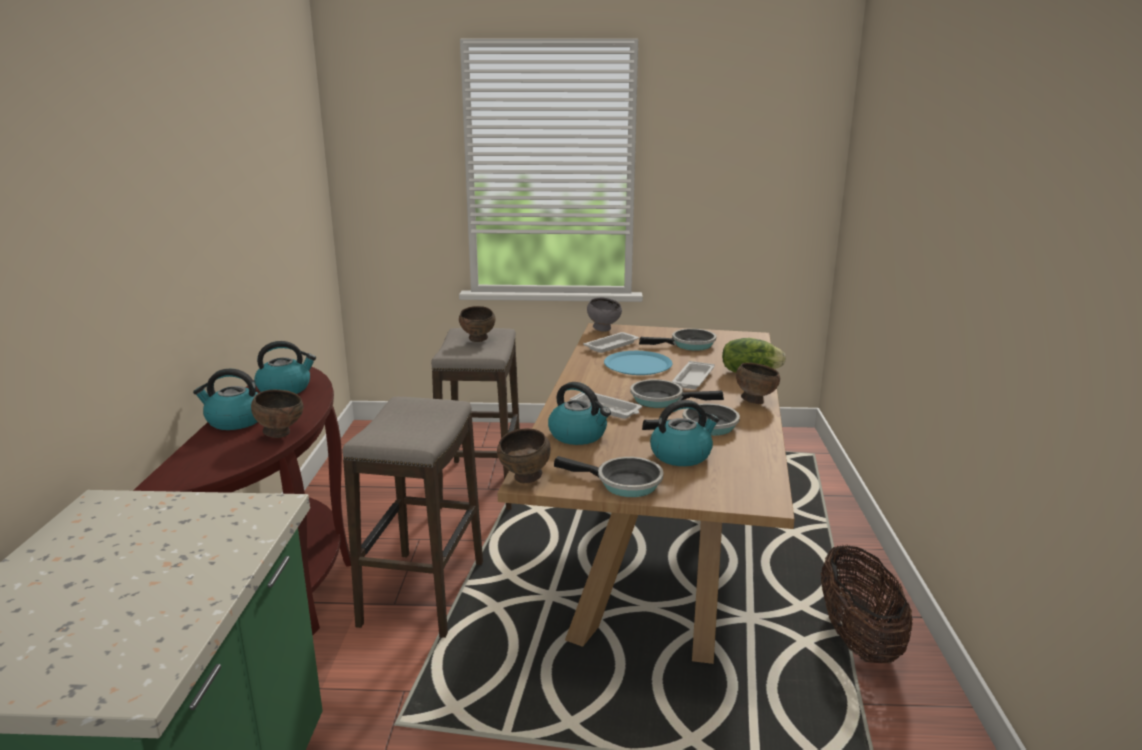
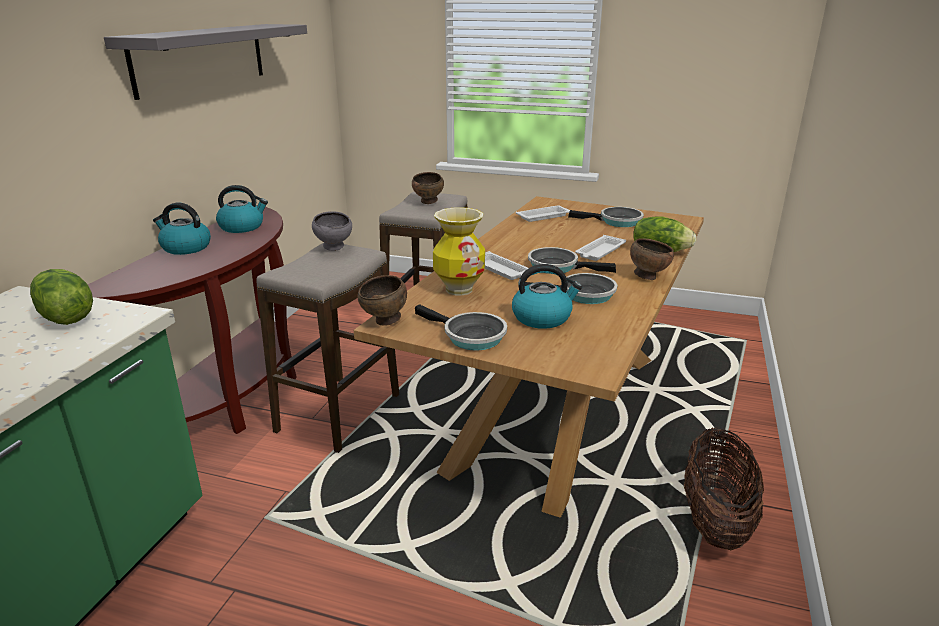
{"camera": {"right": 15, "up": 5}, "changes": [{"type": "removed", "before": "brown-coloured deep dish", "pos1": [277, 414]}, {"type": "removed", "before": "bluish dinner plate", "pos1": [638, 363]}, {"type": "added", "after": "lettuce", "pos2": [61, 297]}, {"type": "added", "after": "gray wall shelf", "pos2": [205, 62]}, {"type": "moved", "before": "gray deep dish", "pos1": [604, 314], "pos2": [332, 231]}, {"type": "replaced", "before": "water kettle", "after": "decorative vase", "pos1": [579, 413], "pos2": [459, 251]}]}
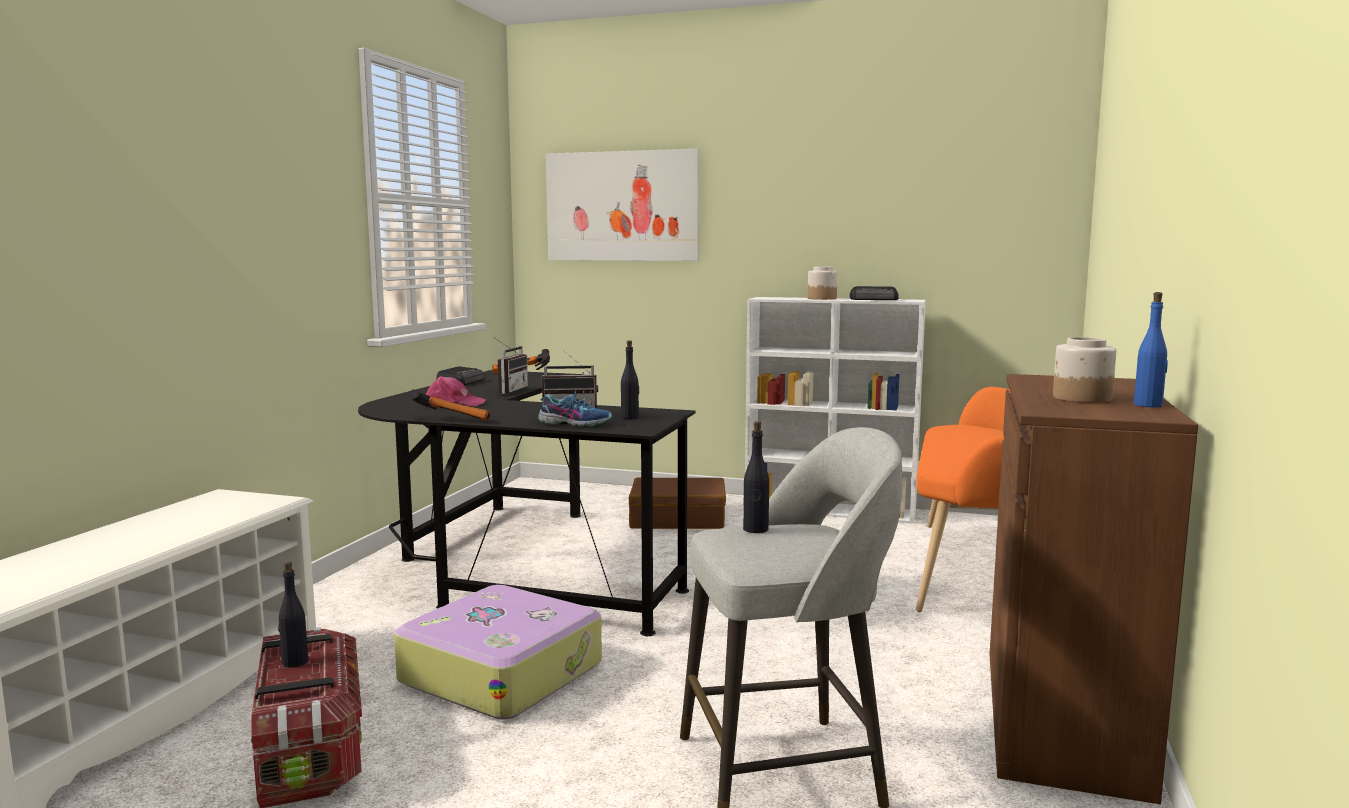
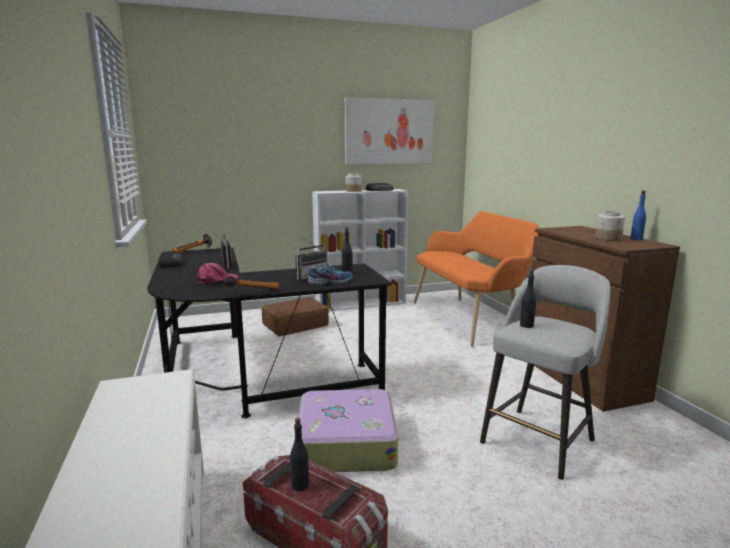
{"camera": {"right": -35, "up": 5}, "changes": [{"type": "moved", "before": "wall picture", "pos1": [623, 205], "pos2": [389, 130]}]}
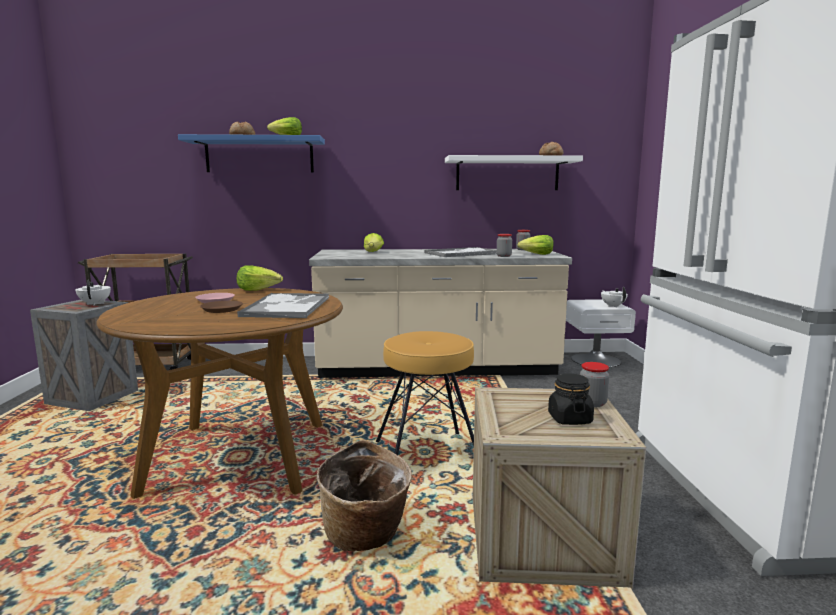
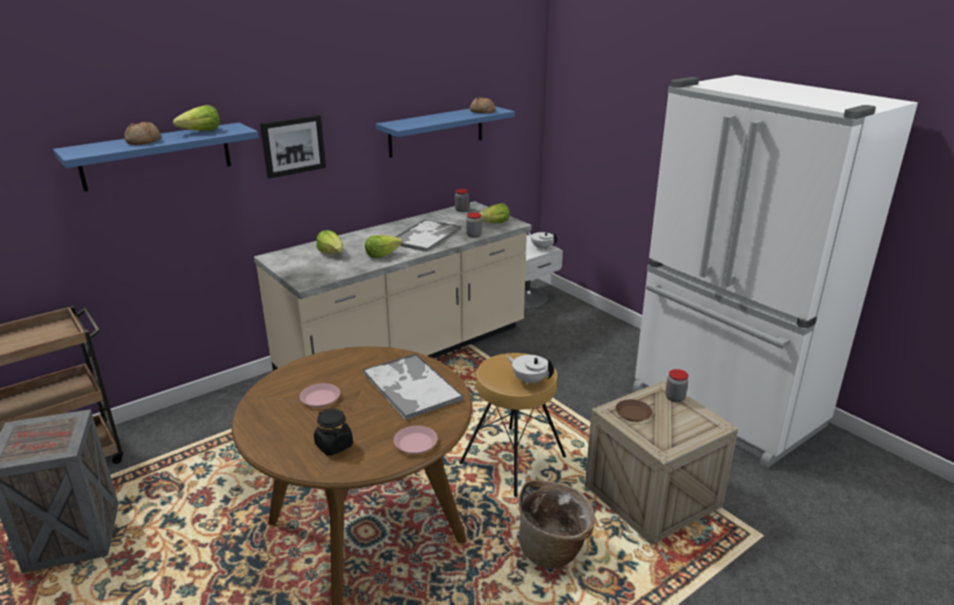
{"camera": {"right": -35, "up": 15}, "changes": [{"type": "added", "after": "wall picture", "pos2": [293, 147]}, {"type": "added", "after": "pink-coloured dinner plate", "pos2": [416, 440]}, {"type": "moved", "before": "white tea pot", "pos1": [93, 292], "pos2": [530, 370]}, {"type": "moved", "before": "brown-coloured dinner plate", "pos1": [221, 307], "pos2": [634, 410]}, {"type": "moved", "before": "lettuce", "pos1": [260, 278], "pos2": [384, 246]}, {"type": "moved", "before": "blackish storage jar", "pos1": [571, 399], "pos2": [333, 432]}, {"type": "recoloured", "before": "white wall shelf", "after": "bluish wall shelf", "pos1": [514, 172], "pos2": [445, 131]}]}
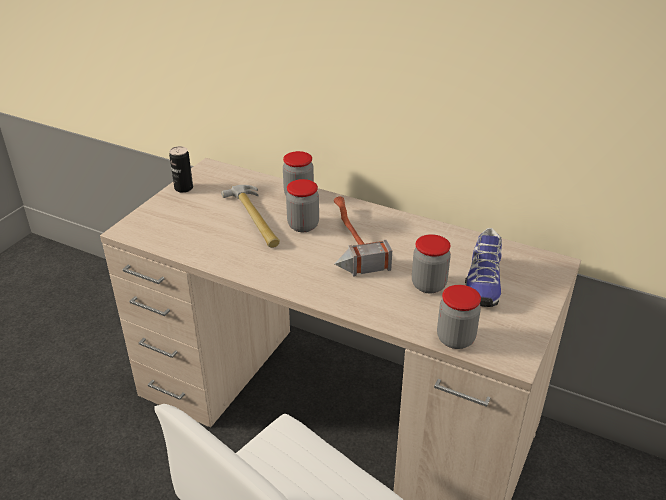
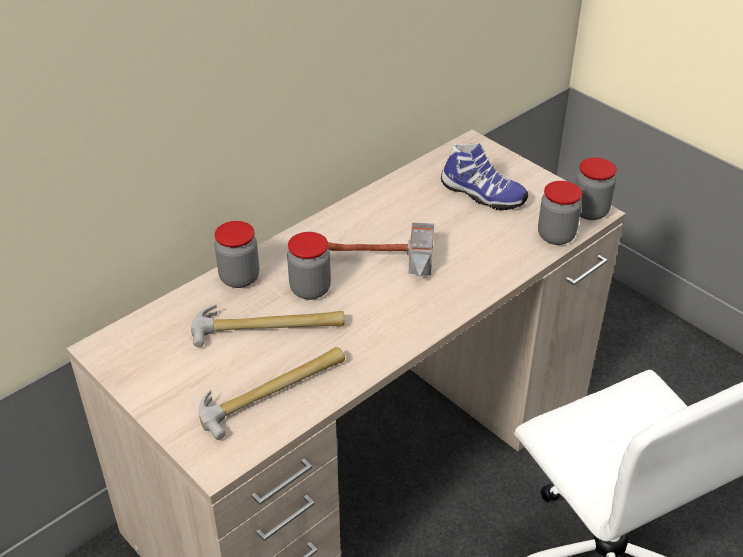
{"camera": {"right": -70, "up": 5}, "changes": [{"type": "removed", "before": "metal can", "pos1": [181, 169]}, {"type": "added", "after": "hand hammer", "pos2": [272, 393]}, {"type": "moved", "before": "storage jar", "pos1": [431, 264], "pos2": [596, 188]}]}
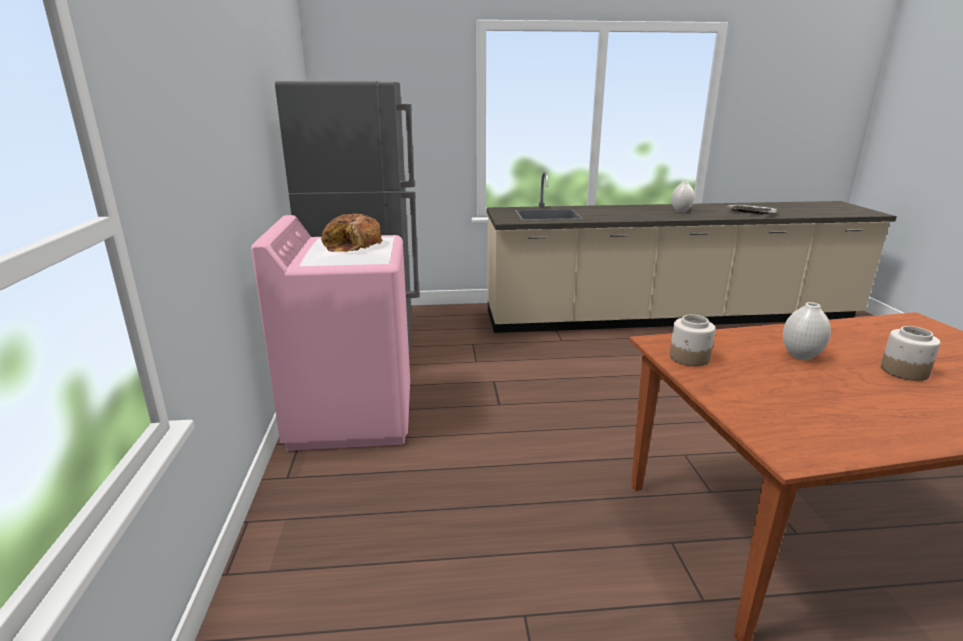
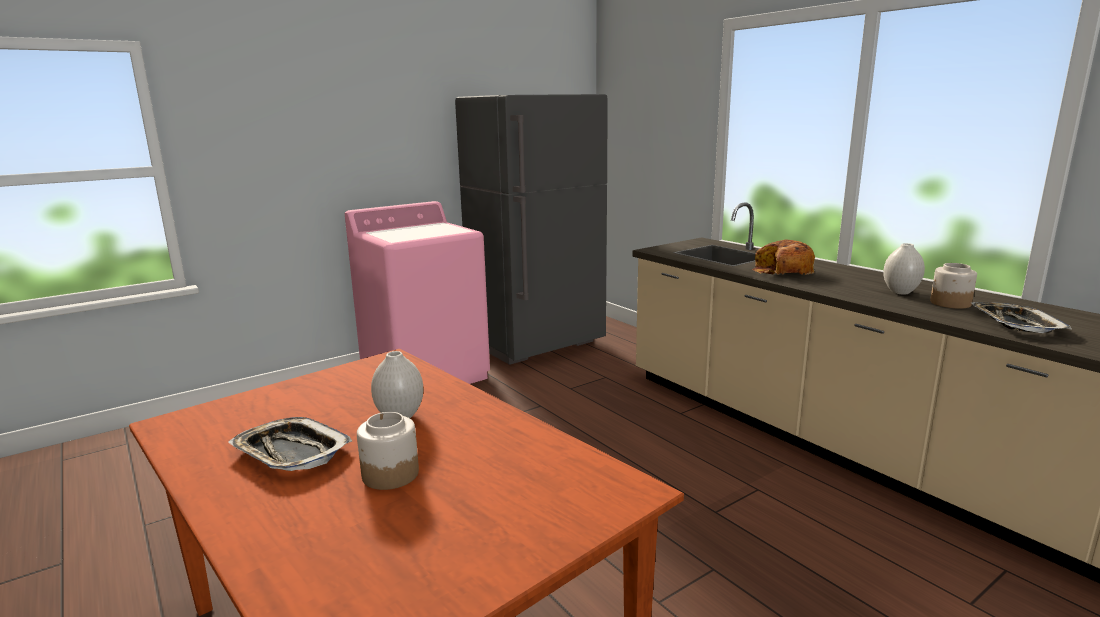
{"camera": {"right": 60, "up": -5}, "changes": [{"type": "added", "after": "tray", "pos2": [290, 444]}, {"type": "moved", "before": "baked bread", "pos1": [352, 233], "pos2": [783, 257]}, {"type": "moved", "before": "storage jar", "pos1": [692, 340], "pos2": [953, 286]}]}
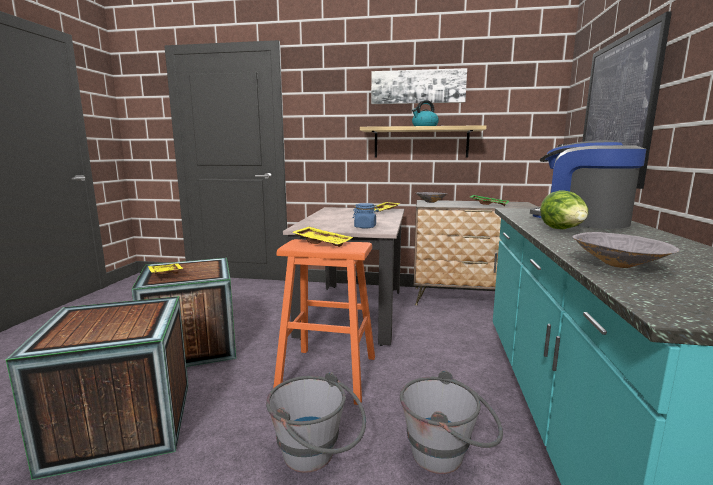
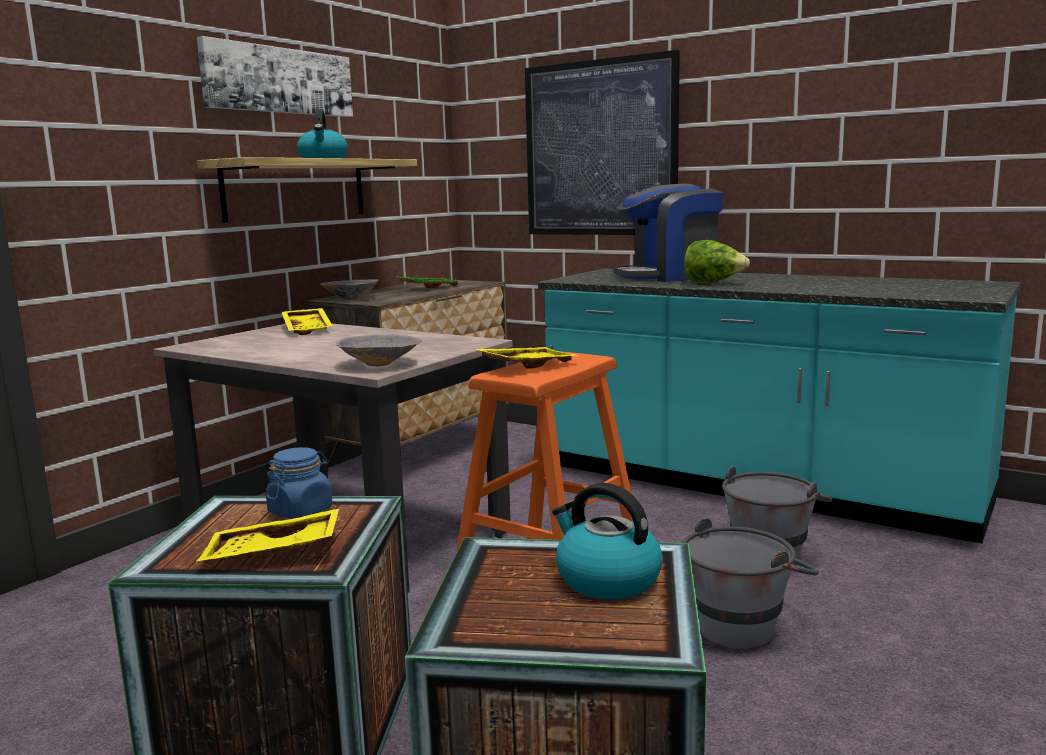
{"camera": {"right": -65, "up": 0}, "changes": [{"type": "added", "after": "water kettle", "pos2": [607, 541]}, {"type": "moved", "before": "bluish storage jar", "pos1": [366, 216], "pos2": [299, 483]}, {"type": "moved", "before": "gray deep dish", "pos1": [626, 250], "pos2": [378, 350]}]}
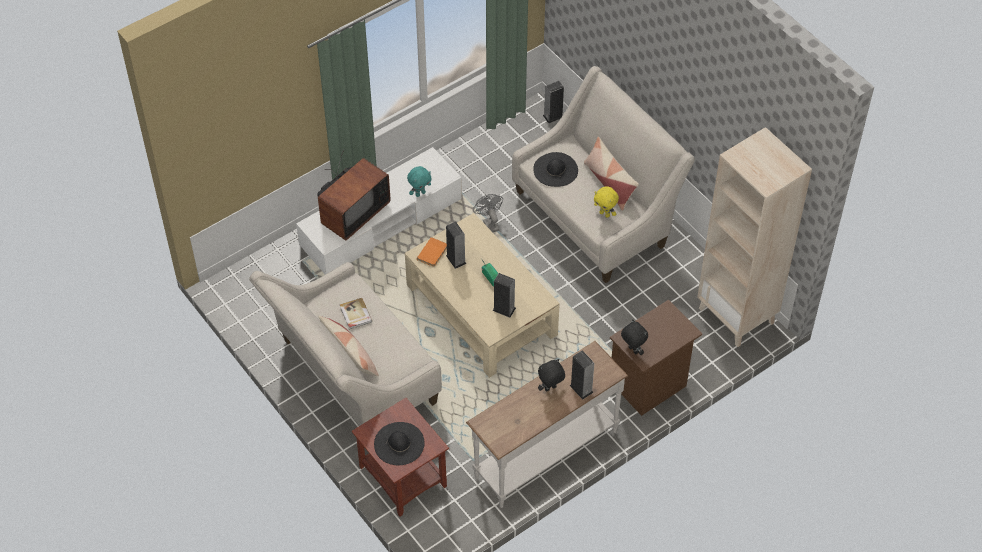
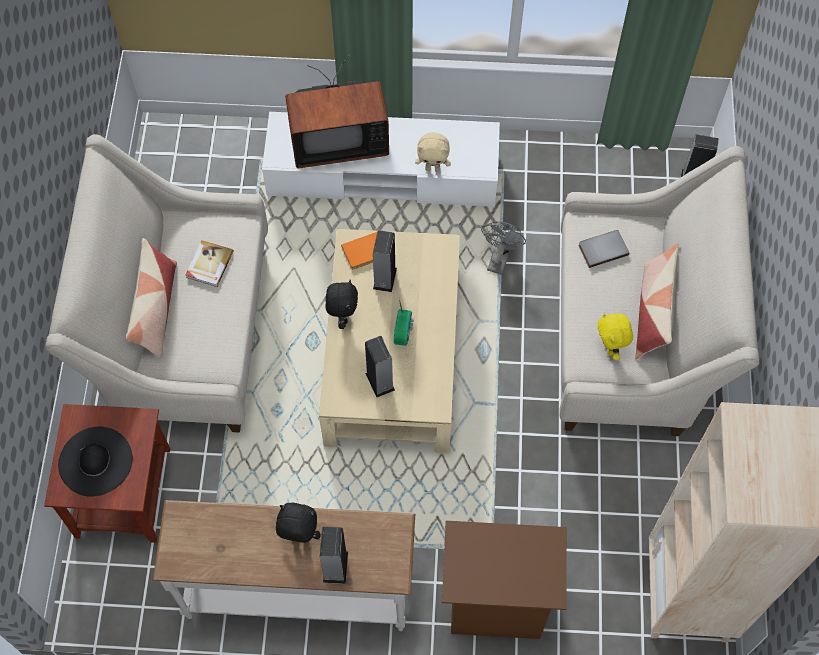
{"camera": {"right": 40, "up": 10}, "changes": [{"type": "moved", "before": "blackish soft toy", "pos1": [634, 337], "pos2": [342, 304]}, {"type": "replaced", "before": "blackish wearable hat", "after": "gray volume", "pos1": [555, 169], "pos2": [604, 249]}, {"type": "recoloured", "before": "turquoise soft toy", "after": "sand-coloured soft toy", "pos1": [419, 181], "pos2": [433, 152]}]}
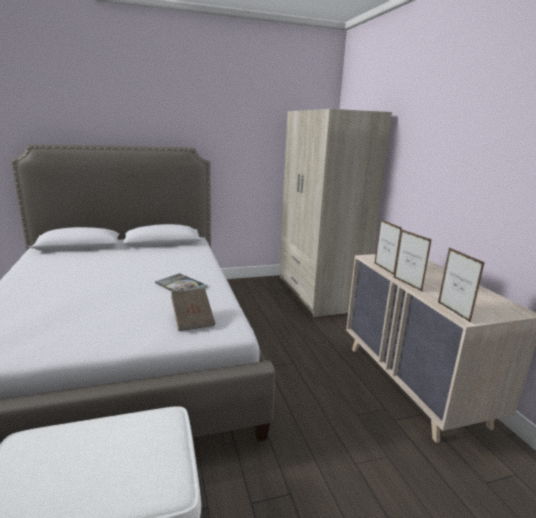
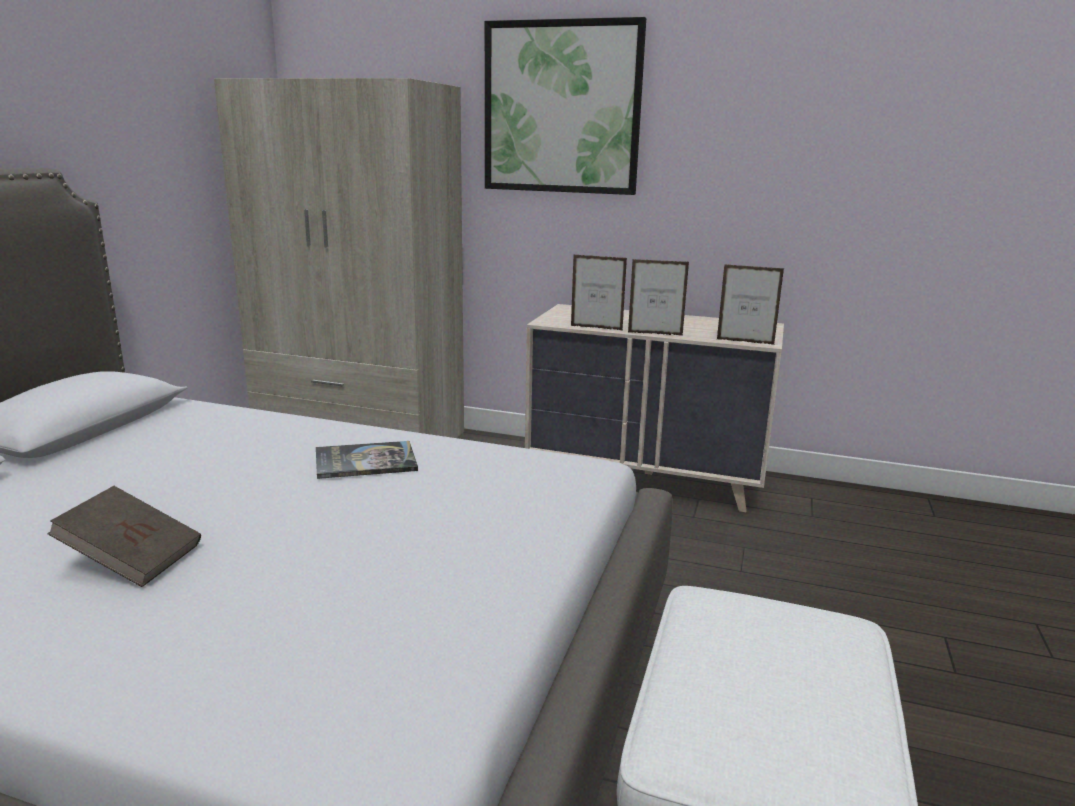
{"camera": {"right": -55, "up": 0}, "changes": [{"type": "added", "after": "wall picture", "pos2": [565, 106]}, {"type": "moved", "before": "brown-coloured volume", "pos1": [193, 310], "pos2": [124, 536]}]}
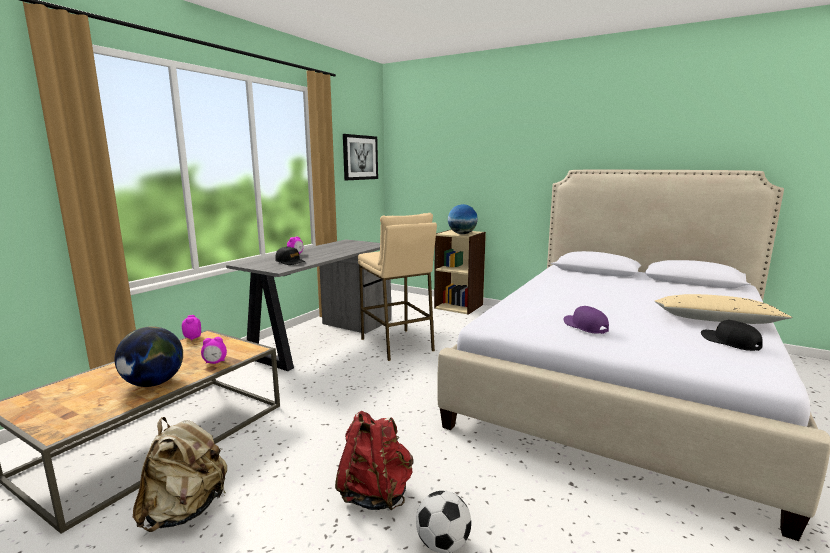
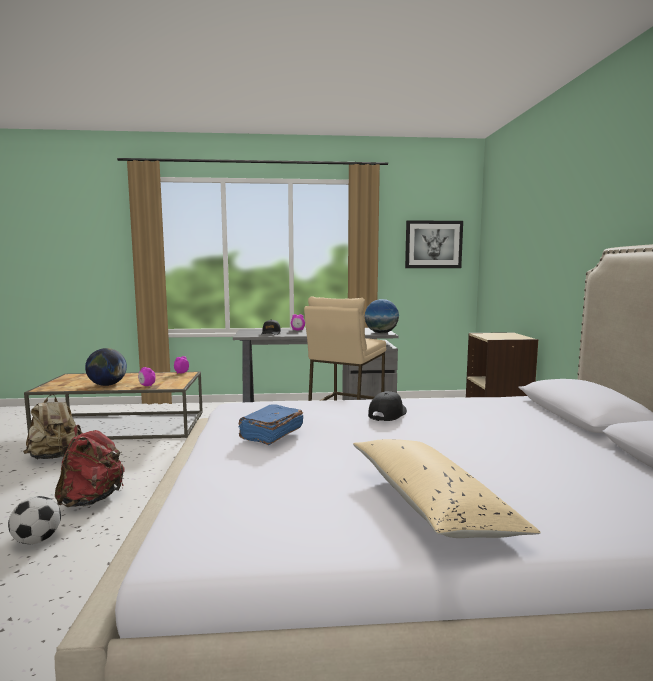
{"camera": {"right": 55, "up": -5}, "changes": [{"type": "moved", "before": "world globe", "pos1": [463, 219], "pos2": [381, 316]}, {"type": "moved", "before": "blackish baseball cap", "pos1": [732, 335], "pos2": [387, 406]}, {"type": "replaced", "before": "purplish baseball cap", "after": "bluish volume", "pos1": [586, 320], "pos2": [271, 424]}]}
